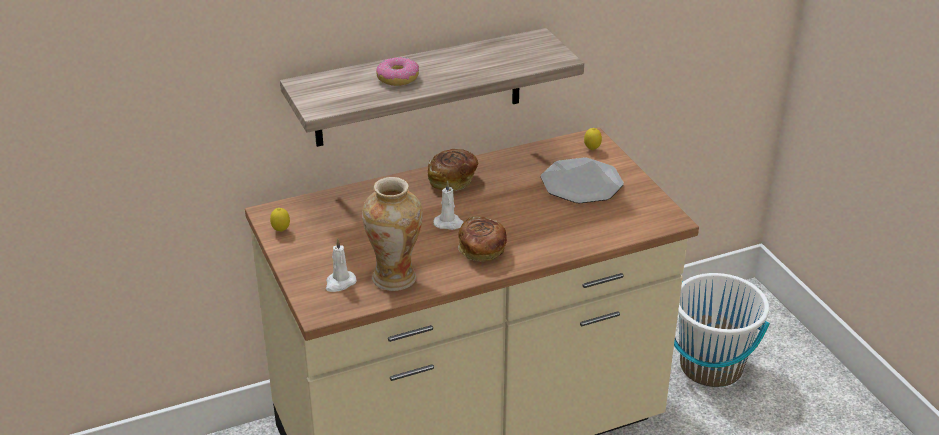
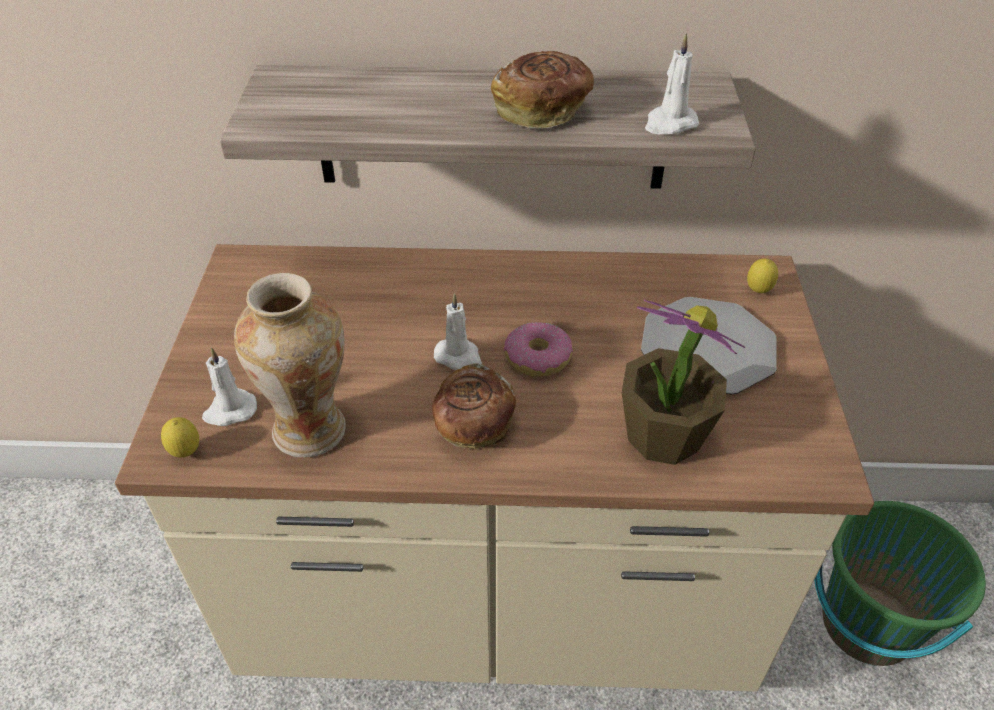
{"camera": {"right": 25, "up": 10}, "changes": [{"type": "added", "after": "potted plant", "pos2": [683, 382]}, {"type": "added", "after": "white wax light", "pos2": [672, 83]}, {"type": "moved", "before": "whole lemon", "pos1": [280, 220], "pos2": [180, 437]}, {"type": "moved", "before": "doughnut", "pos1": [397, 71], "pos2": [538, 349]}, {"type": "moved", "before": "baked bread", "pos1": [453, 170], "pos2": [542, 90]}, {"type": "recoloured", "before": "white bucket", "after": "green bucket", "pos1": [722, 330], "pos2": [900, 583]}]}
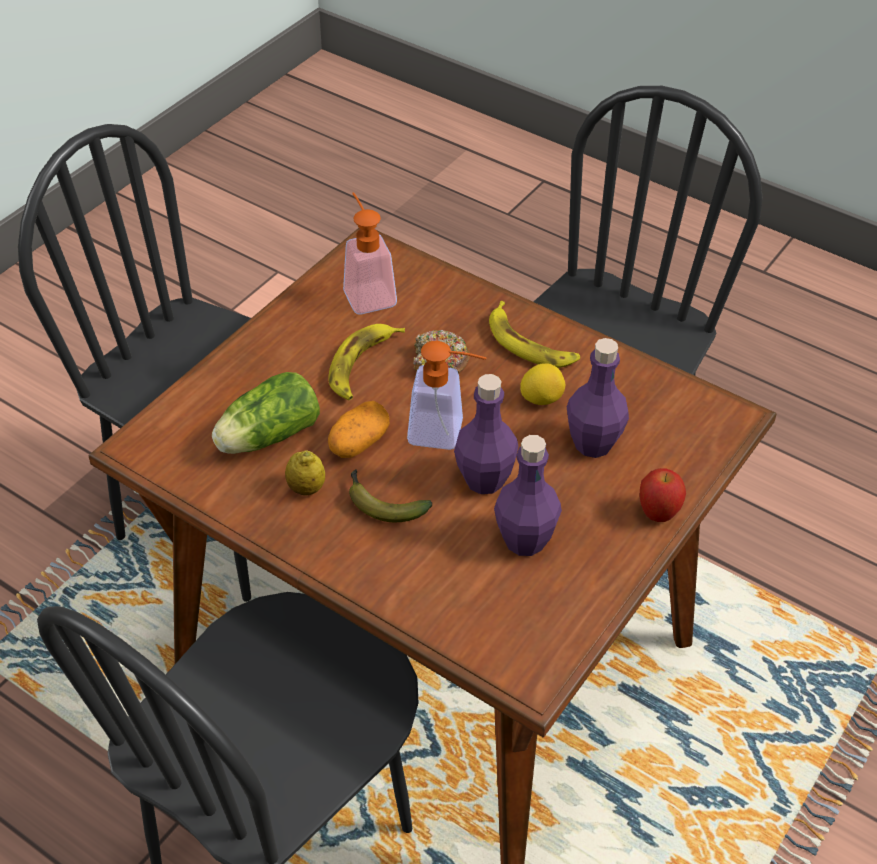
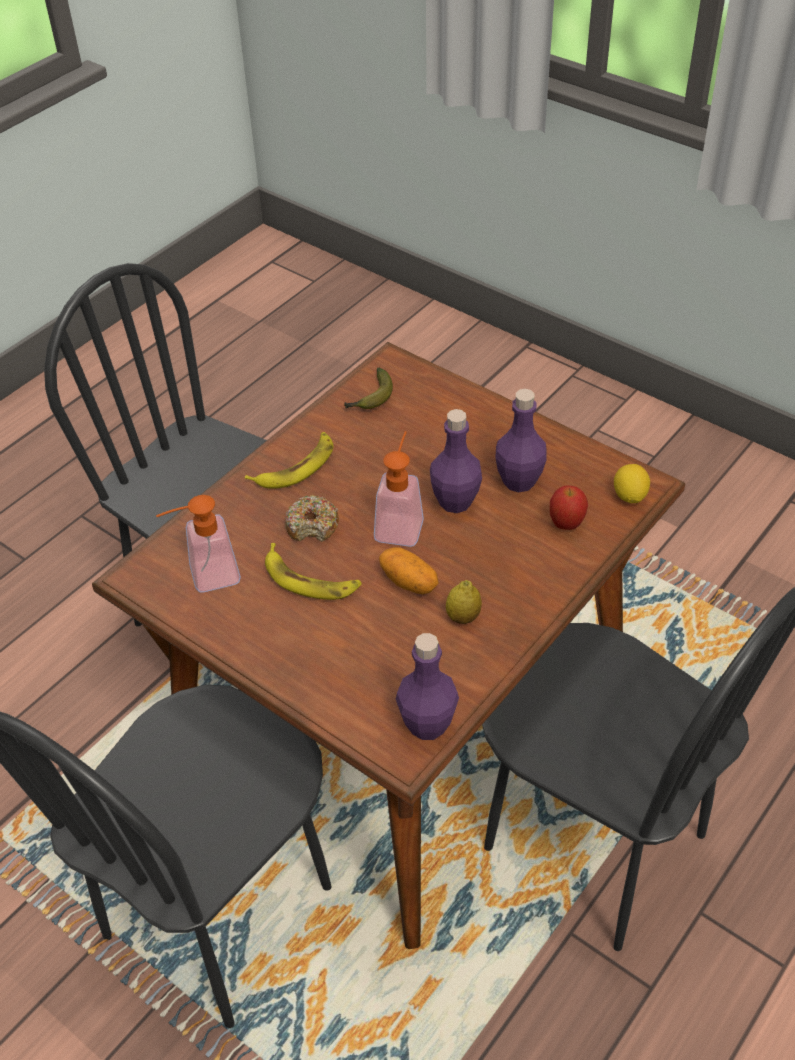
{"camera": {"right": -85, "up": 0}, "changes": [{"type": "removed", "before": "lettuce", "pos1": [266, 413]}, {"type": "moved", "before": "banana fruit", "pos1": [390, 496], "pos2": [368, 388]}, {"type": "moved", "before": "whole lemon", "pos1": [542, 384], "pos2": [632, 483]}, {"type": "moved", "before": "purplish beverage bottle", "pos1": [598, 398], "pos2": [427, 686]}, {"type": "moved", "before": "apple fruit", "pos1": [663, 495], "pos2": [569, 507]}]}
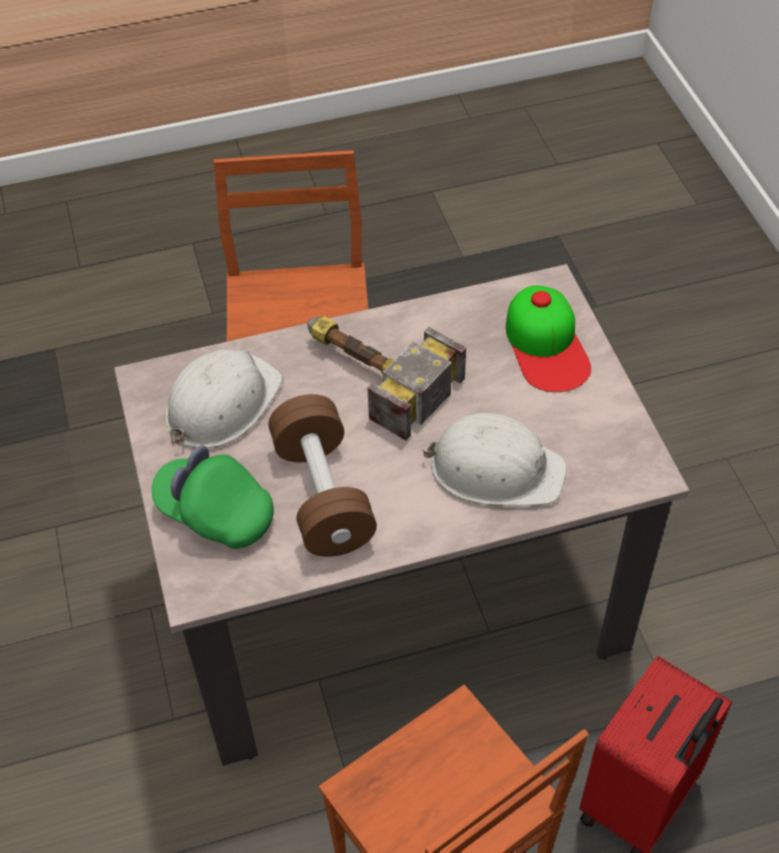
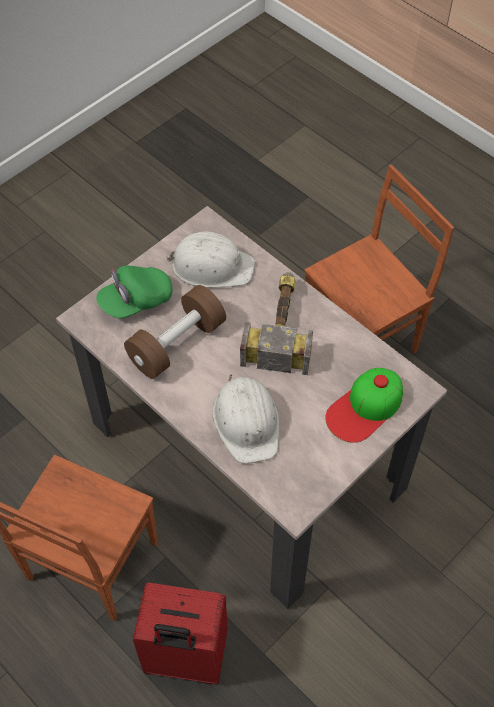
{"camera": {"right": 60, "up": 5}, "changes": [{"type": "turned", "before": "green baseball cap", "pos1": [213, 497], "pos2": [134, 292], "turn": -120}]}
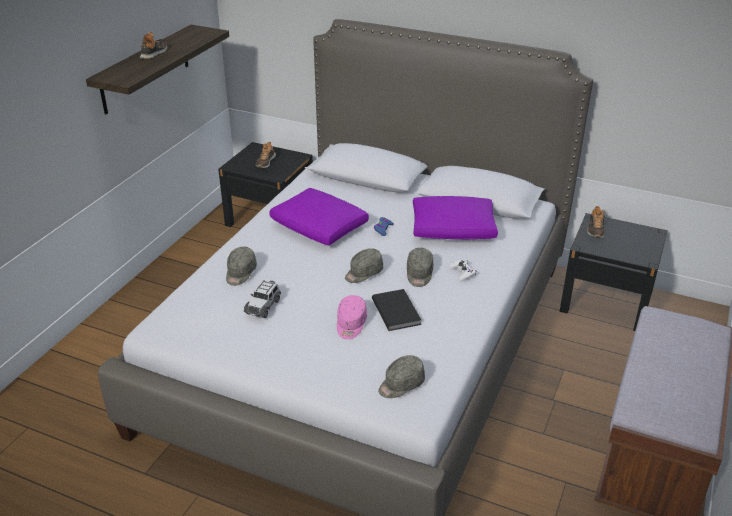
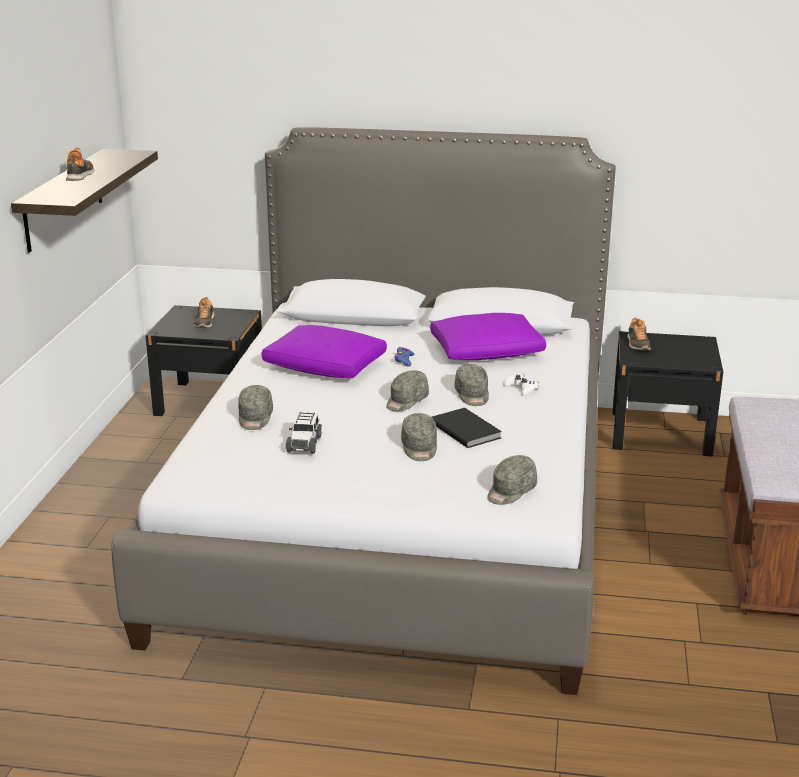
{"camera": {"right": -15, "up": -10}, "changes": [{"type": "recoloured", "before": "pink-coloured baseball cap", "after": "gray baseball cap", "pos1": [352, 317], "pos2": [419, 437]}]}
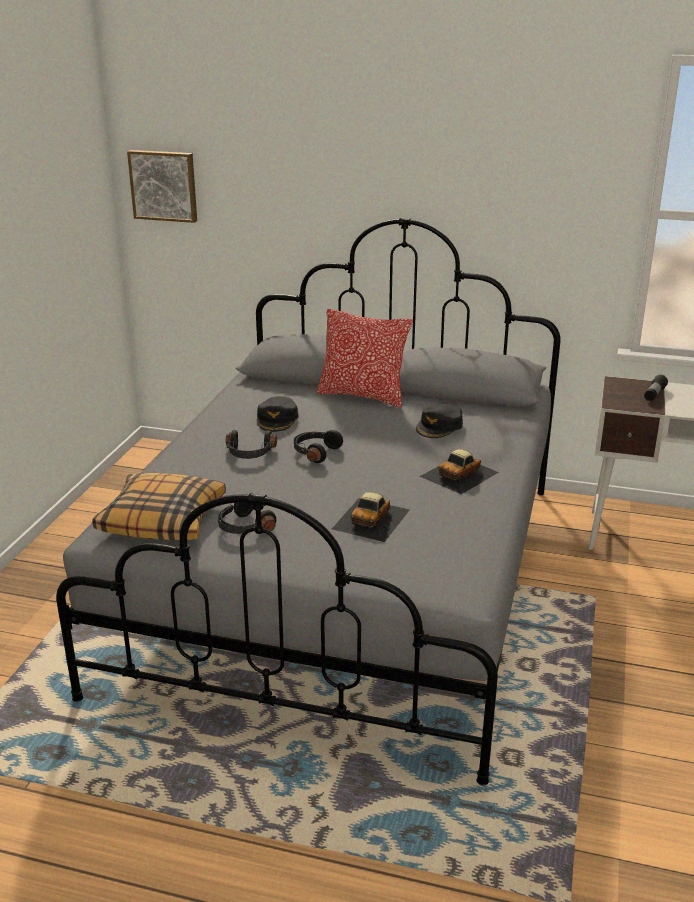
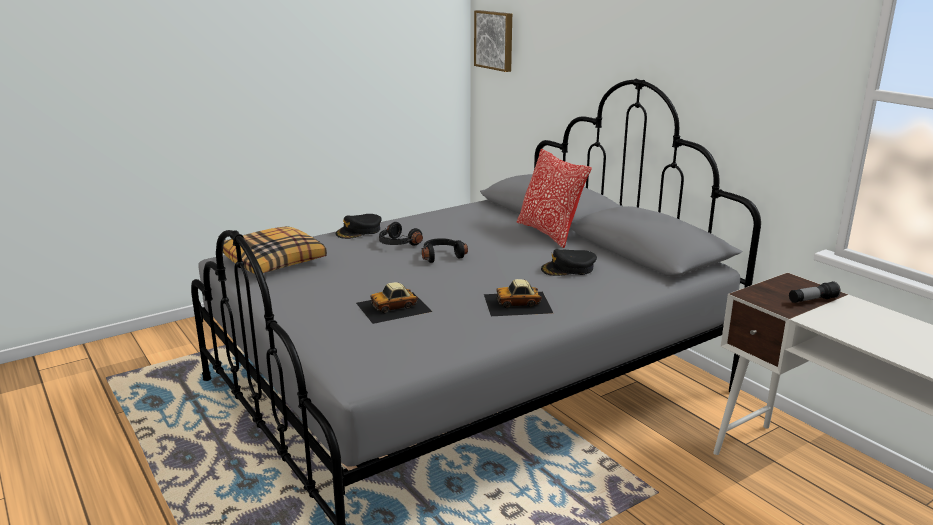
{"camera": {"right": 40, "up": -5}, "changes": [{"type": "removed", "before": "blackish headphones", "pos1": [247, 518]}, {"type": "moved", "before": "blackish baseball cap", "pos1": [277, 414], "pos2": [358, 226]}]}
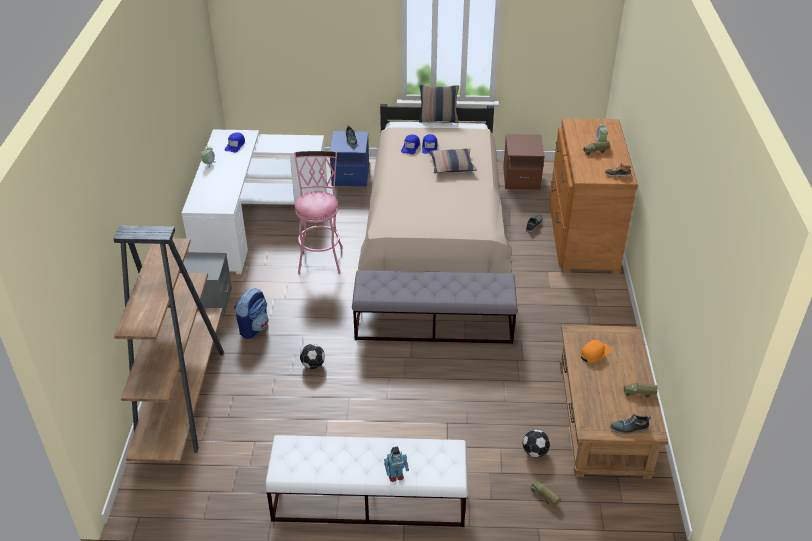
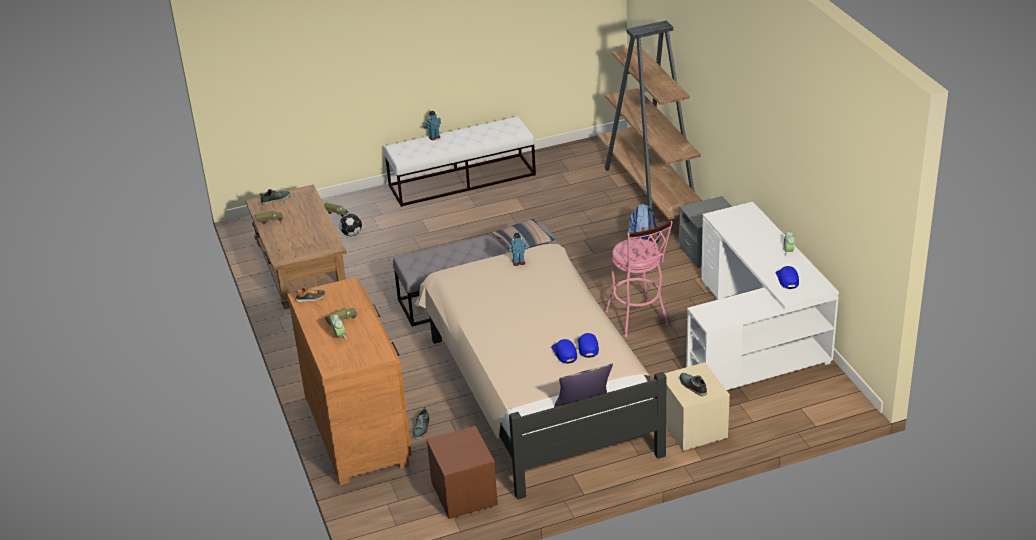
{"camera": {"right": 160, "up": -5}, "changes": [{"type": "removed", "before": "ball for football", "pos1": [312, 356]}, {"type": "removed", "before": "orange-coloured baseball cap", "pos1": [596, 351]}, {"type": "added", "after": "toy robot", "pos2": [517, 249]}, {"type": "moved", "before": "cushion", "pos1": [453, 160], "pos2": [523, 233]}, {"type": "recoloured", "before": "bluish nightstand", "after": "sand-coloured nightstand", "pos1": [349, 159], "pos2": [697, 406]}]}
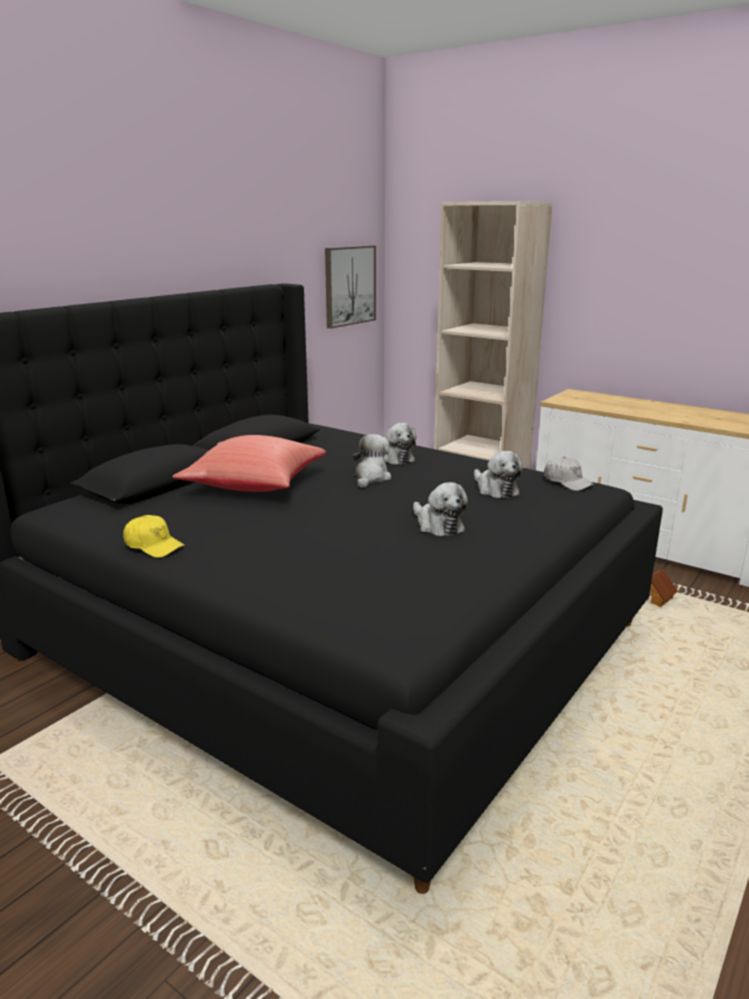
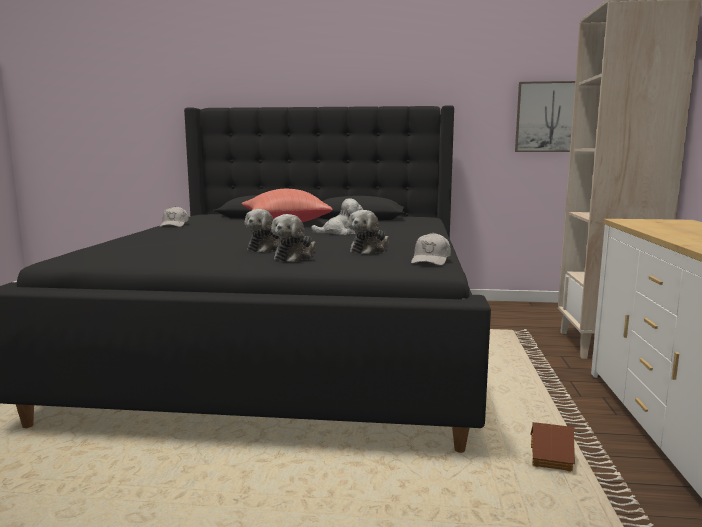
{"camera": {"right": 60, "up": -10}, "changes": [{"type": "moved", "before": "soft toy", "pos1": [400, 444], "pos2": [293, 238]}, {"type": "recoloured", "before": "yellow baseball cap", "after": "white baseball cap", "pos1": [154, 536], "pos2": [174, 216]}]}
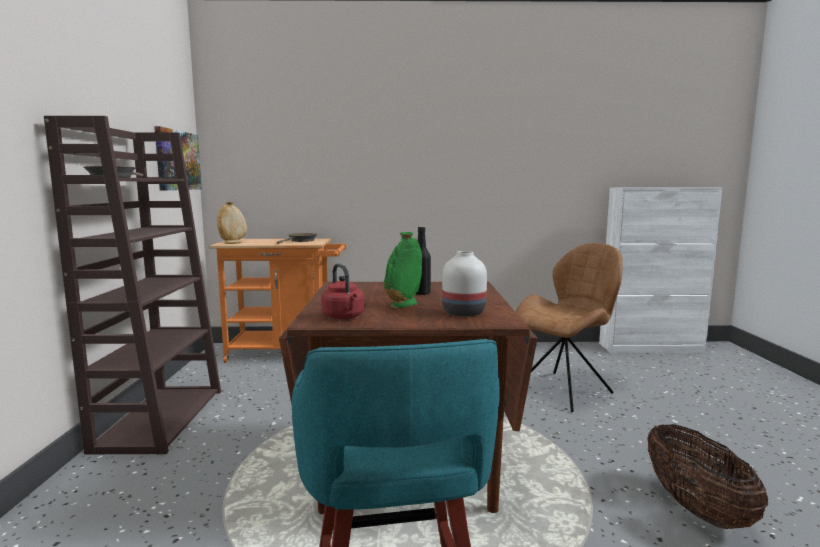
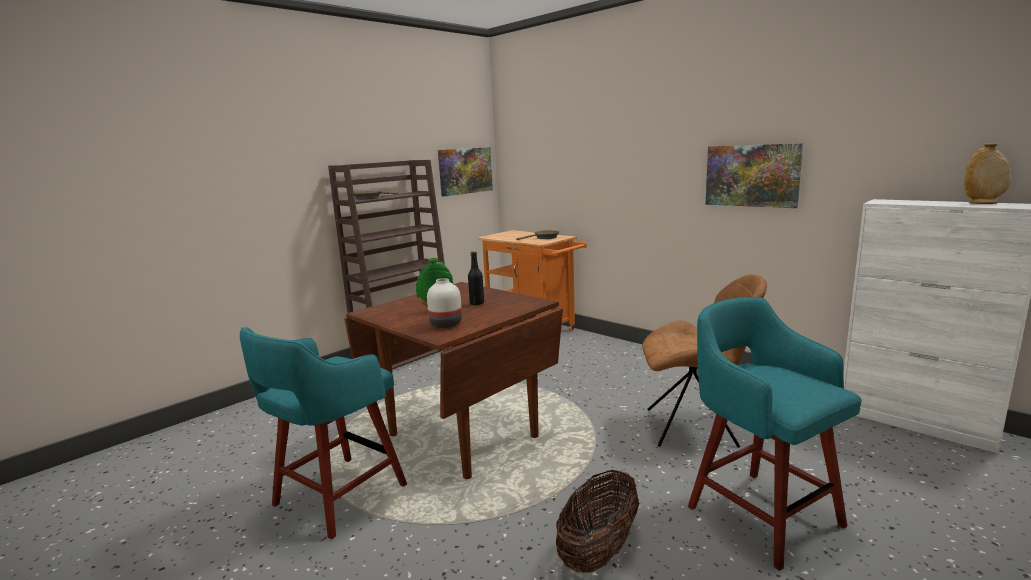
{"camera": {"right": 45, "up": 5}, "changes": [{"type": "removed", "before": "red-coloured water kettle", "pos1": [343, 291]}, {"type": "added", "after": "turquoise sitting stool", "pos2": [775, 434]}, {"type": "added", "after": "wall picture", "pos2": [754, 175]}, {"type": "moved", "before": "sand-coloured decorative vase", "pos1": [232, 223], "pos2": [987, 174]}]}
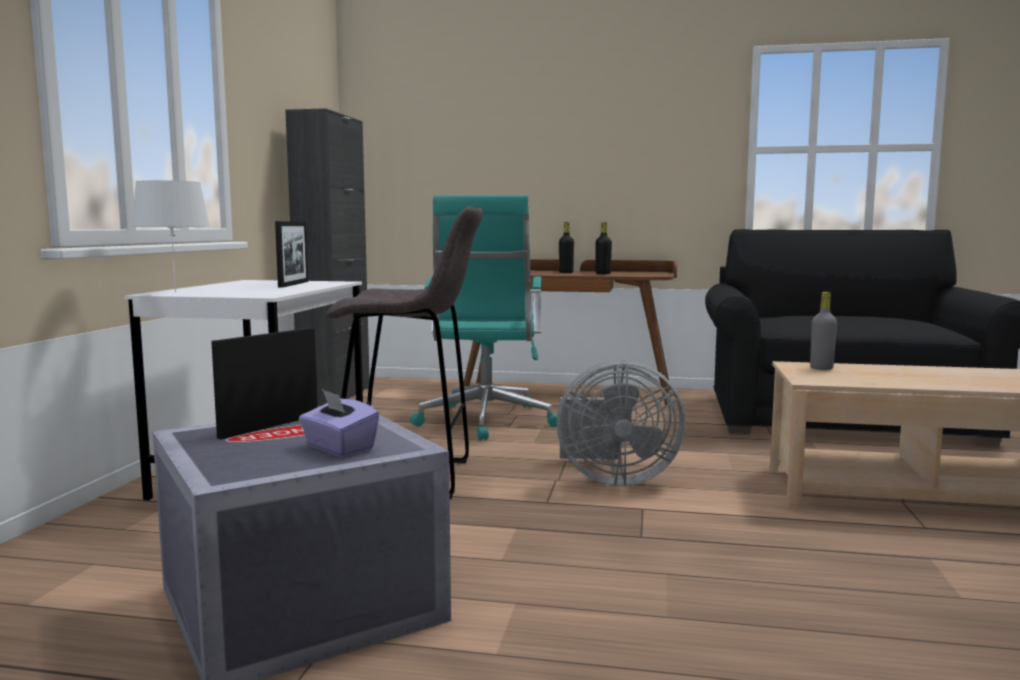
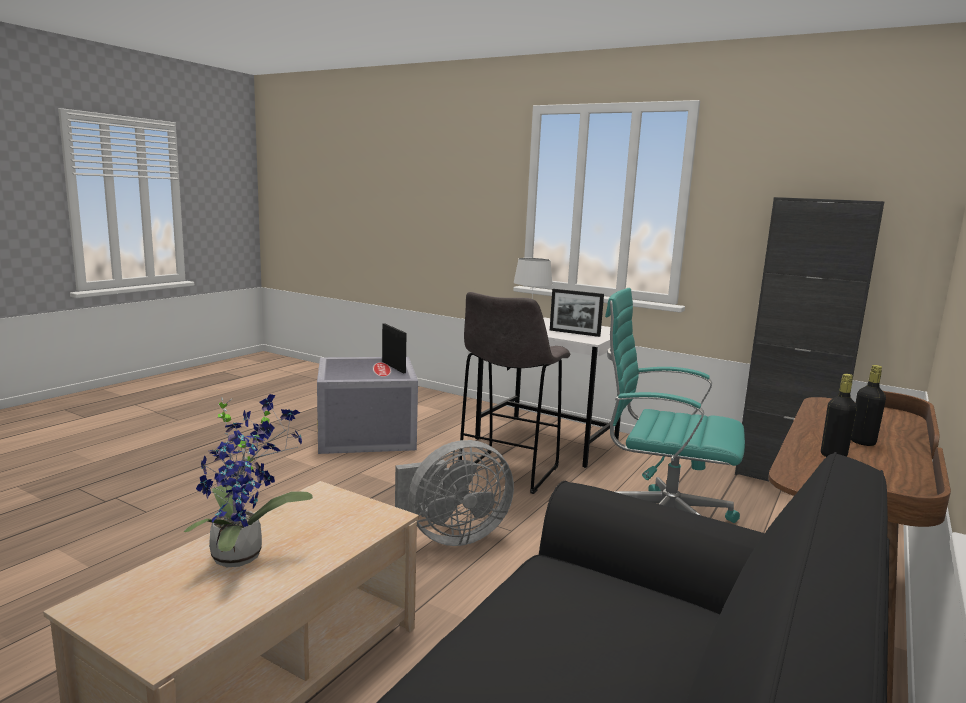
{"camera": {"right": 110, "up": 5}, "changes": [{"type": "removed", "before": "purplish box of tissues", "pos1": [339, 423]}, {"type": "removed", "before": "gray beverage bottle", "pos1": [823, 331]}, {"type": "added", "after": "potted plant", "pos2": [248, 480]}, {"type": "turned", "before": "gray cooling fan", "pos1": [620, 423], "pos2": [454, 493], "turn": -135}]}
